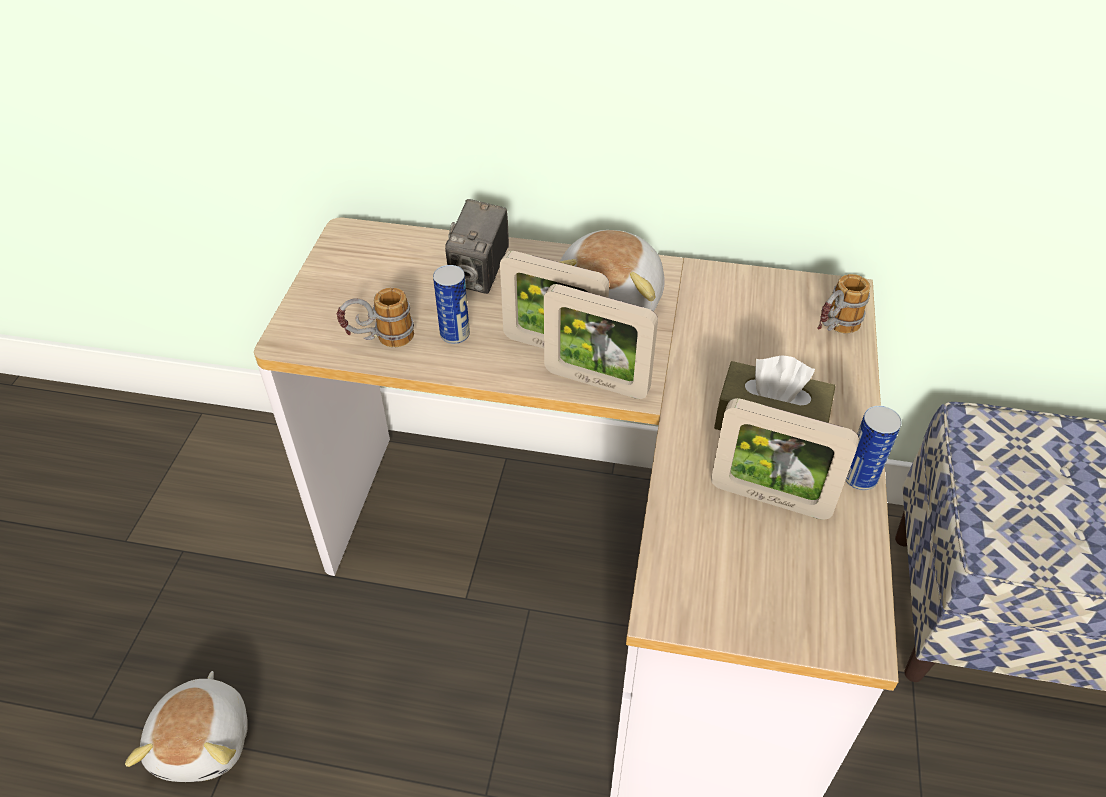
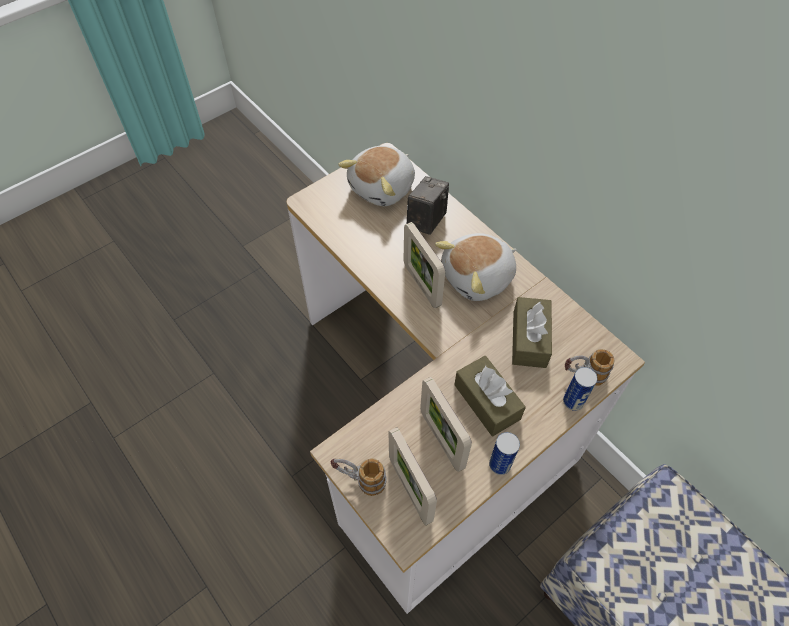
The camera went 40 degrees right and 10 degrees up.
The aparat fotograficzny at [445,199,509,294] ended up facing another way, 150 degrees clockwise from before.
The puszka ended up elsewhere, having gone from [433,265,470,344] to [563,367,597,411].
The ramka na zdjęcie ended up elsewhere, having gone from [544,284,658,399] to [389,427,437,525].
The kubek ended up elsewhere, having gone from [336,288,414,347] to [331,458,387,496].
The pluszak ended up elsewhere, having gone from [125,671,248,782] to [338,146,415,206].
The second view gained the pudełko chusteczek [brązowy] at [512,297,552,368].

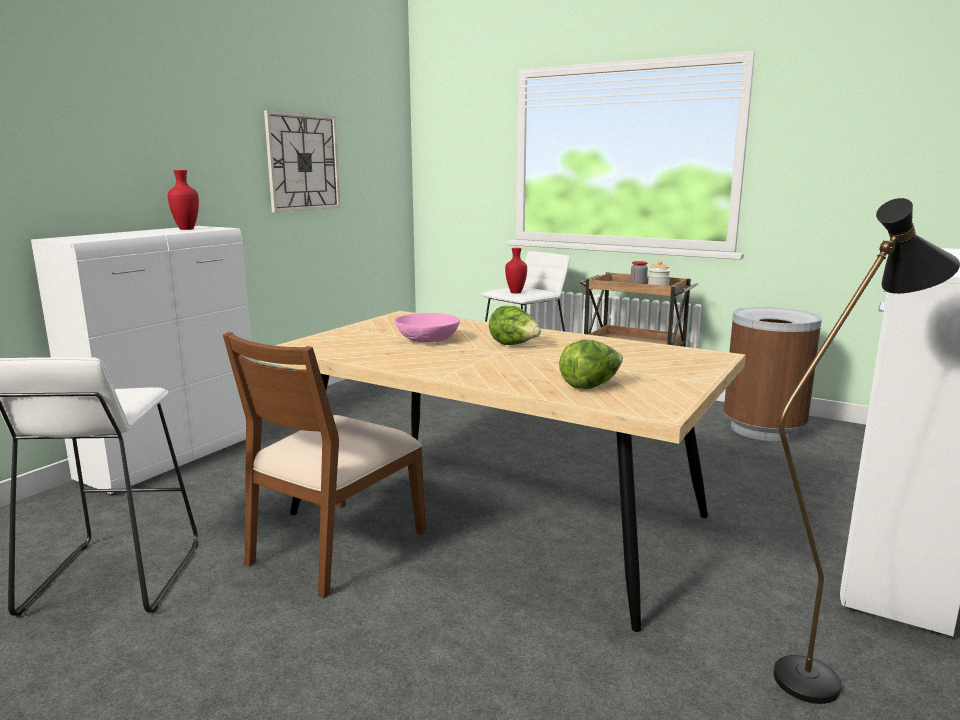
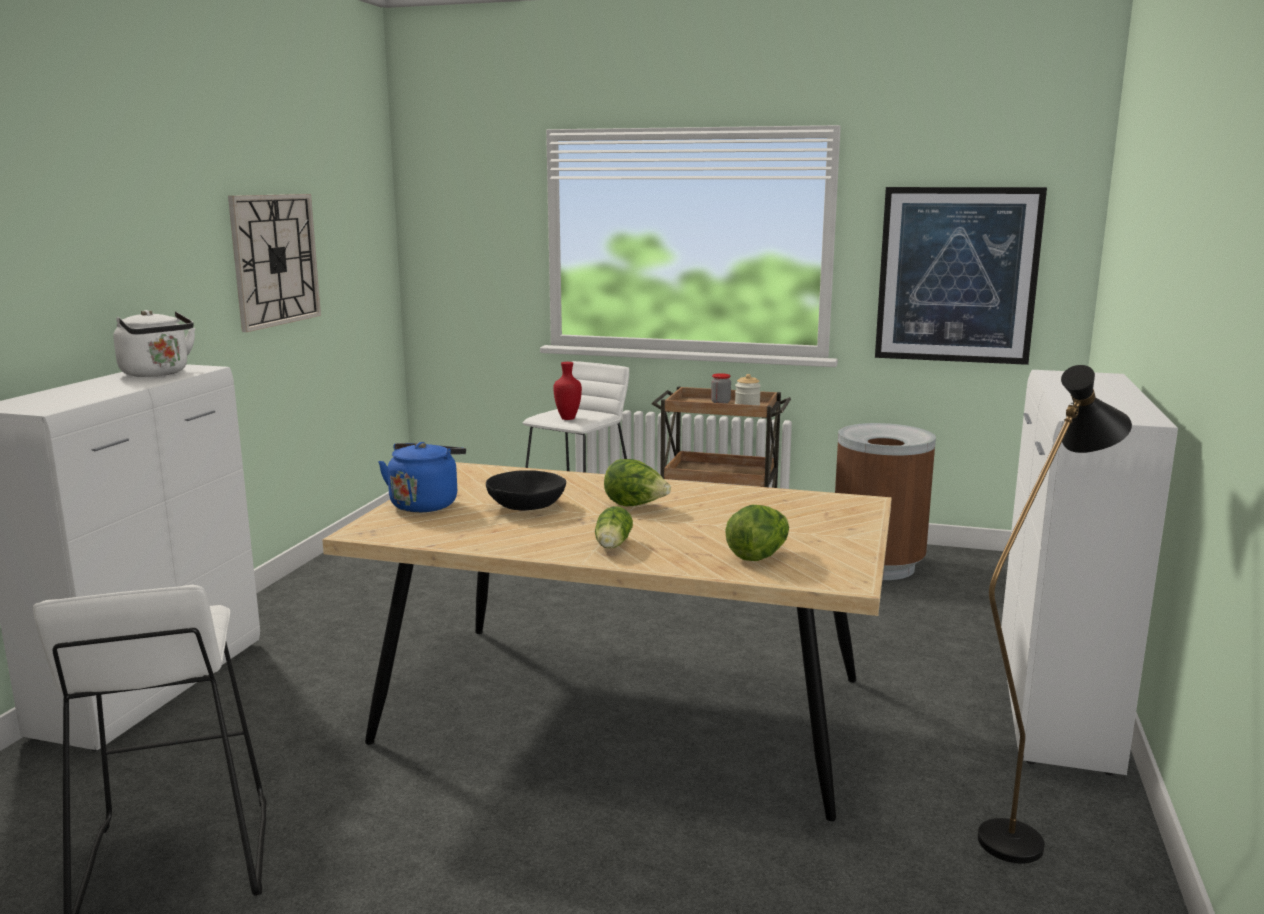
The camera went 15 degrees left and 0 degrees up.
Where the wazon [czerwony] stood at [168,170,199,230], the czajnik [biały] came to stand at [113,310,196,377].
What was the miska [różowy] at [395,313,460,342] turned into the miska [czarny] at [486,470,566,511].
The second view lost the krzesło [brązowy] at [223,332,426,598].
The second view gained the obraz at [875,187,1047,365].
The second view gained the czajnik [niebieski] at [378,442,466,512].
The second view gained the sałata at [595,506,633,549].

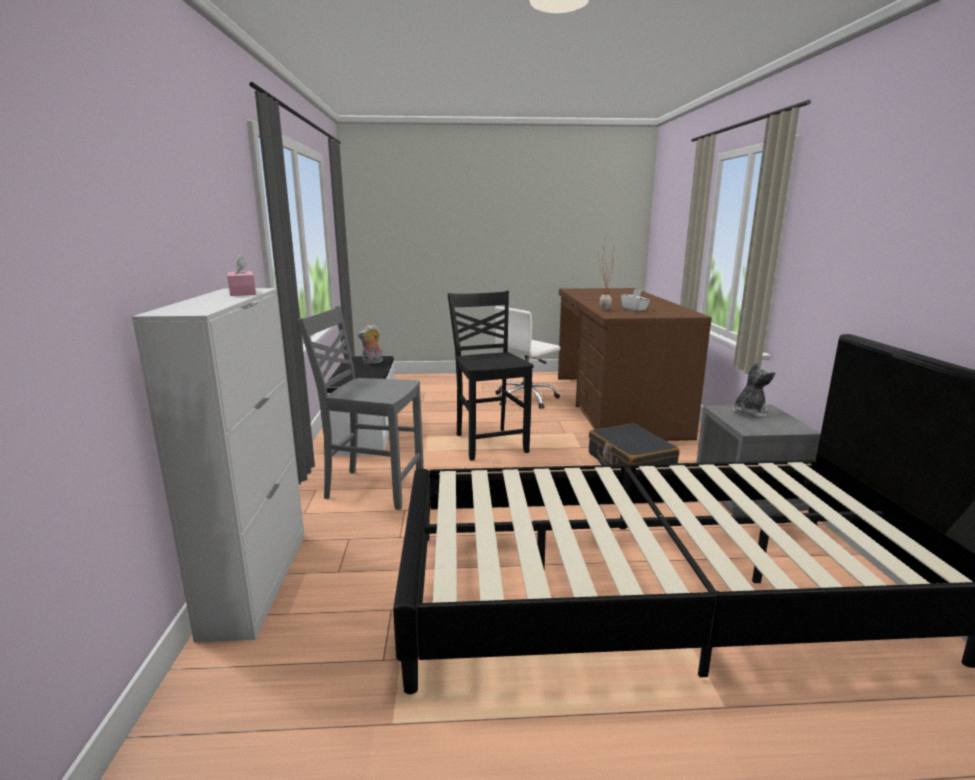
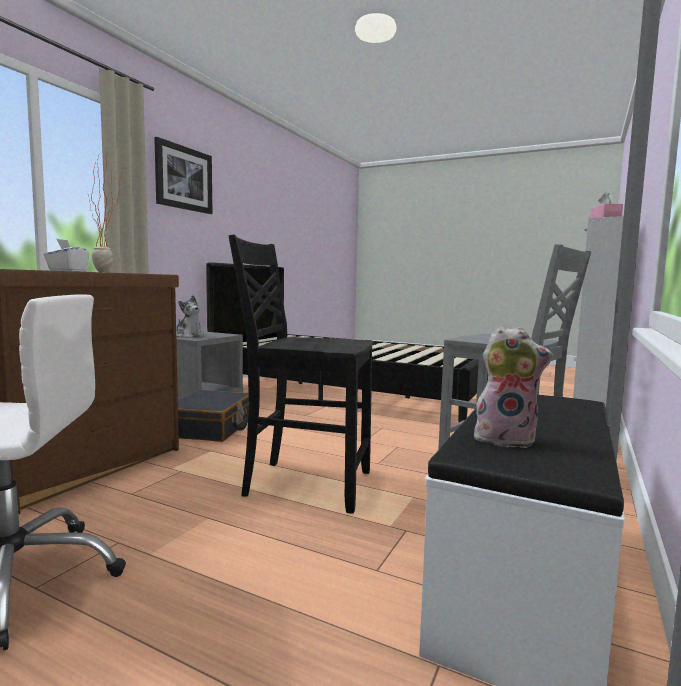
The camera went 150 degrees left and 10 degrees down.
The krzesło [czarny] at [448,291,533,461] ended up facing another way, 90 degrees clockwise from before.
The pluszak at [732,362,775,418] ended up facing another way, 120 degrees counterclockwise from before.
The second view gained the obraz at [154,137,212,214].

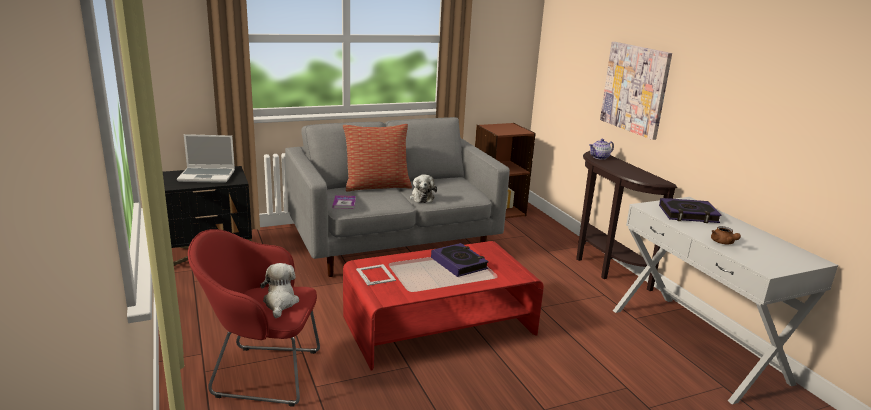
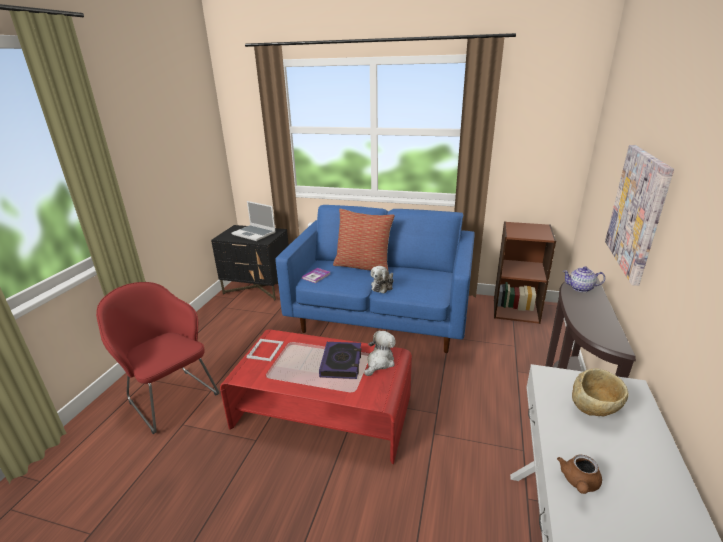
The camera went 40 degrees right and 5 degrees up.
What was the kanapa [szary] at [285,117,510,277] turned into the kanapa [niebieski] at [275,205,475,353].
Where the książka stood at [659,198,722,223], the miska [beżowy] came to stand at [572,368,629,417].
The pluszak ended up elsewhere, having gone from [260,263,299,318] to [364,331,396,376].

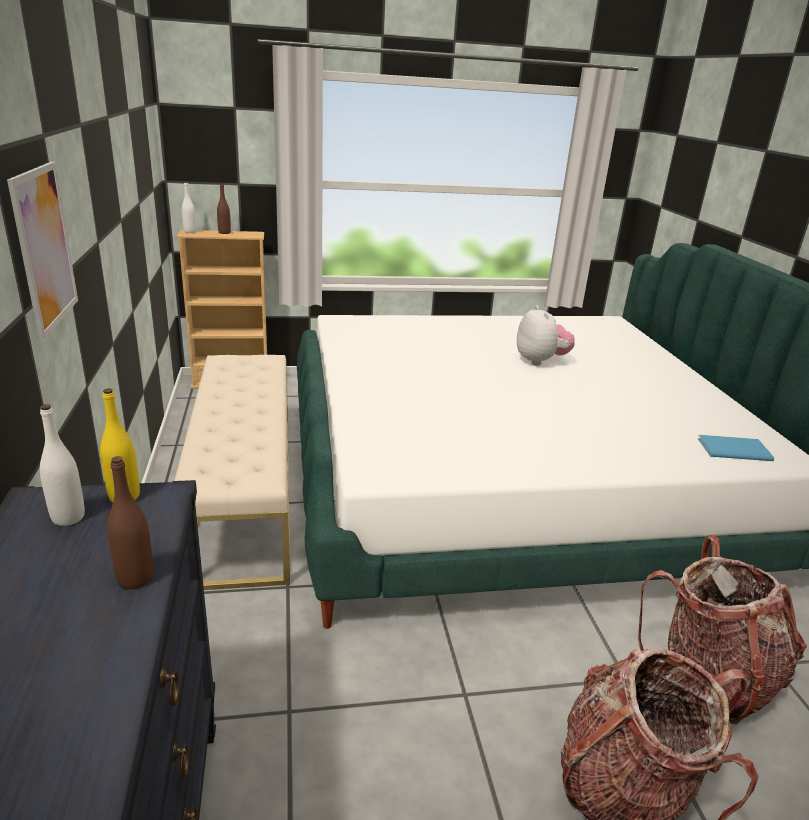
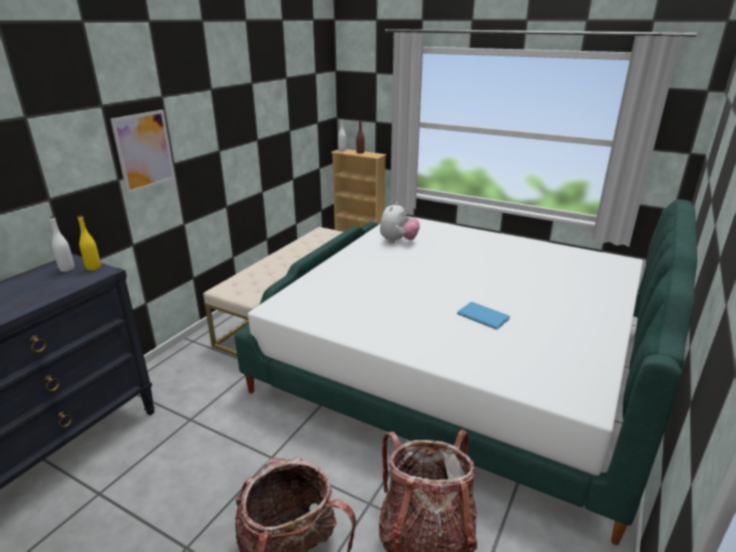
The camera went 40 degrees right and 0 degrees up.
The pluszak ended up elsewhere, having gone from [517,305,575,366] to [380,202,420,243].
The książka [niebieski] ended up elsewhere, having gone from [698,435,774,461] to [457,302,510,330].
The second view lost the butelka [brązowy] at [107,456,154,589].

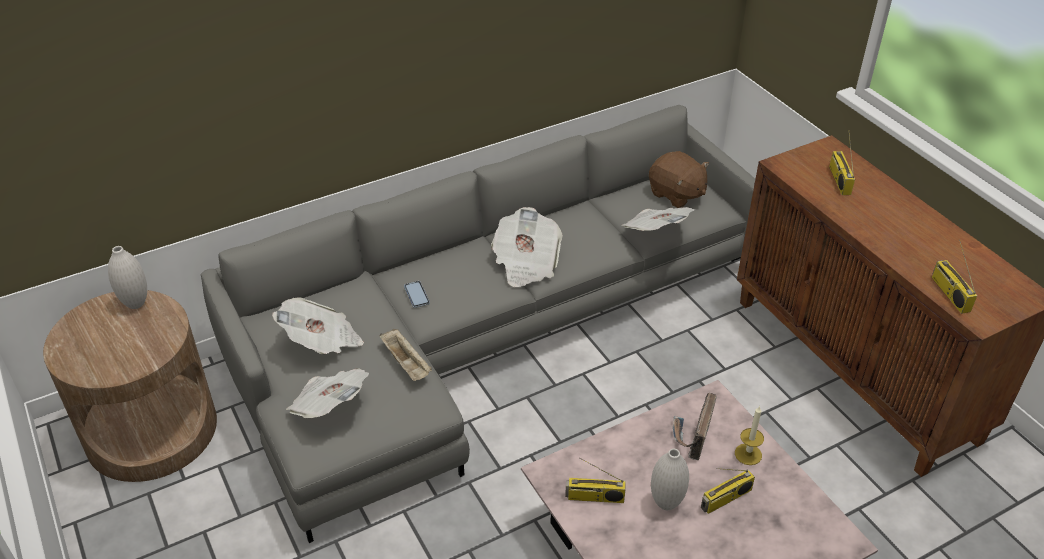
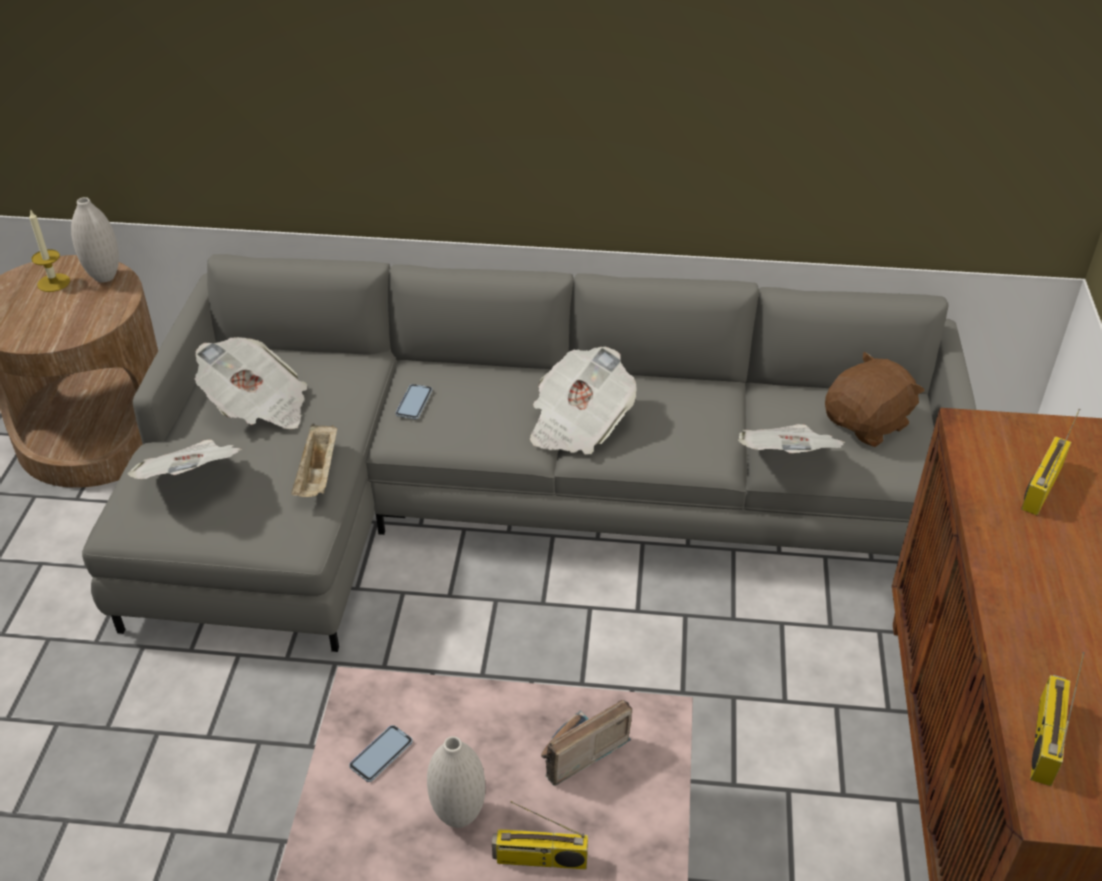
The camera went 35 degrees right and 0 degrees up.
The pluszak [brązowy] at [649,151,709,208] ended up facing another way, 120 degrees counterclockwise from before.
The świeca ended up elsewhere, having gone from [735,406,764,465] to [29,209,70,292].
Where the radio stood at [565,458,626,503], the telefon came to stand at [349,725,413,782].

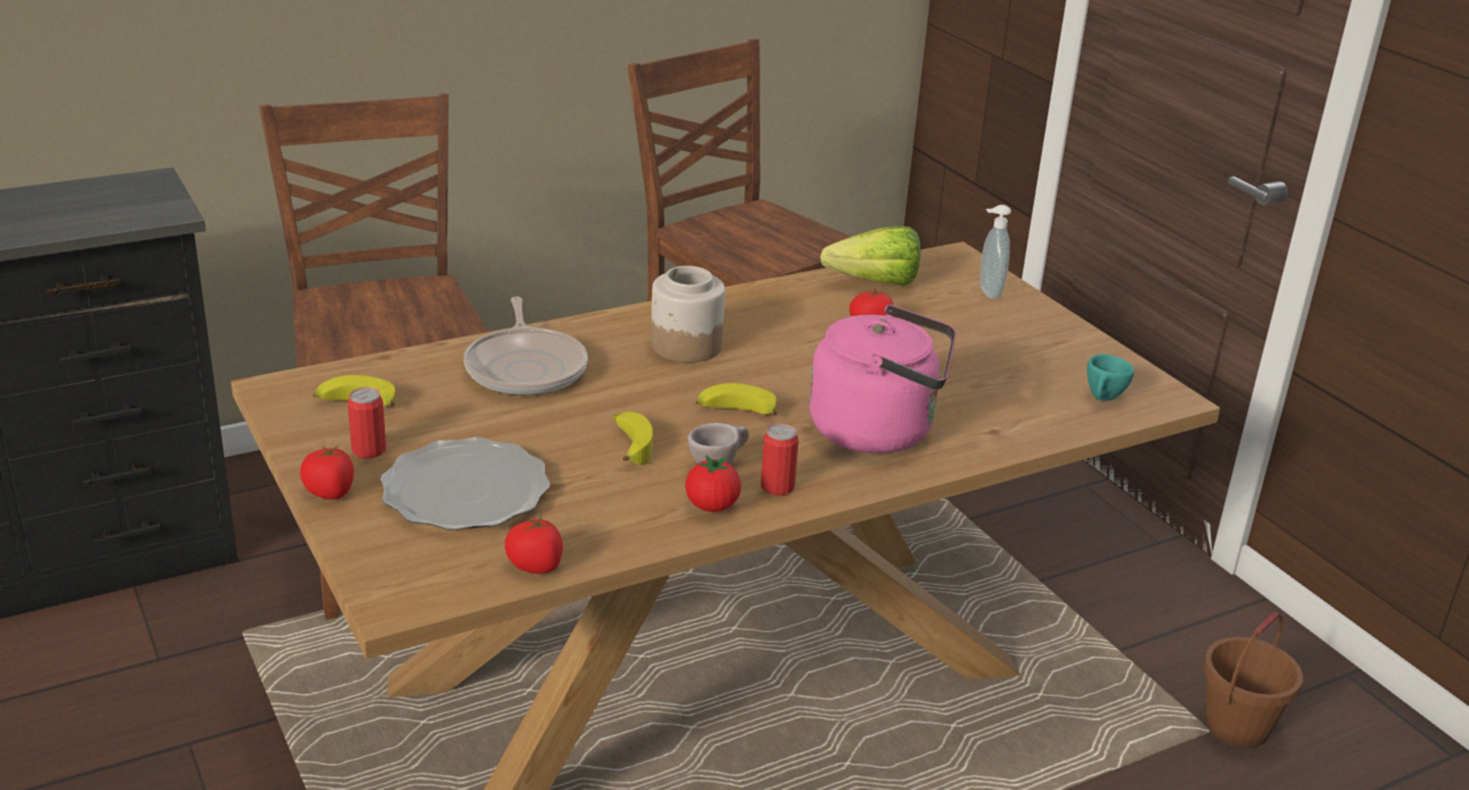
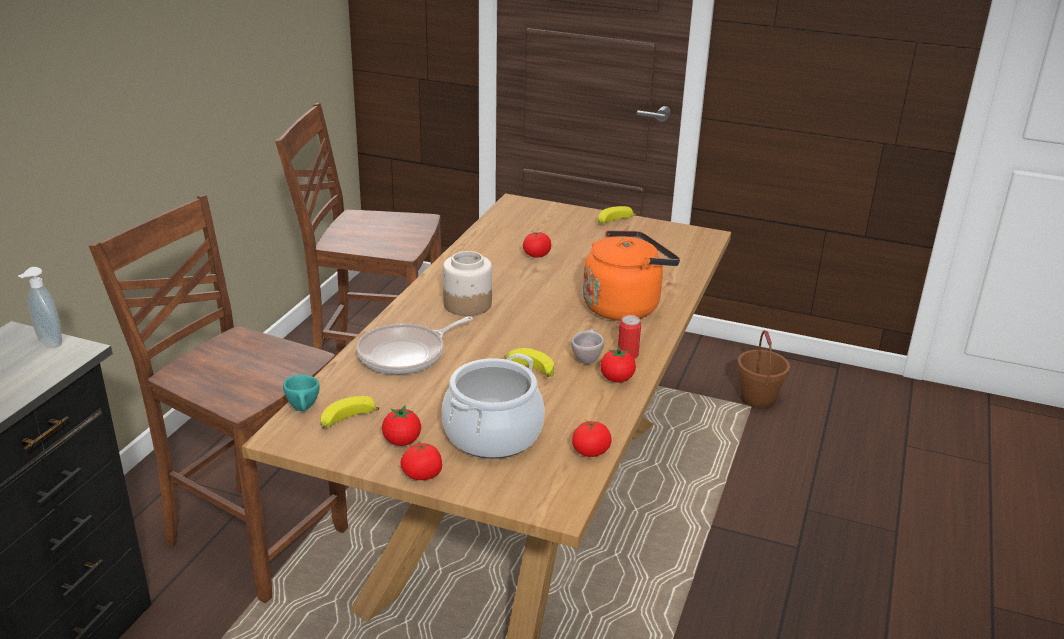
The camera went 40 degrees left and 0 degrees up.
The dozownik mydła ended up elsewhere, having gone from [980,205,1011,299] to [18,267,62,348].
The second view lost the sałata at [820,226,921,286].
The patelnia at [464,296,588,395] ended up facing another way, 105 degrees clockwise from before.
What was the czajnik [różowy] at [809,305,956,454] turned into the czajnik [pomarańczowy] at [583,230,680,321].
The filiżanka [turkusowy] ended up elsewhere, having gone from [1087,354,1134,401] to [283,375,320,411].
The banan ended up elsewhere, having gone from [695,383,777,415] to [598,206,636,224].
Where the puszka stood at [348,387,386,458], the pomidor came to stand at [382,405,421,446].
Where the talerz stood at [380,437,550,530], the garnek came to stand at [442,353,545,459].

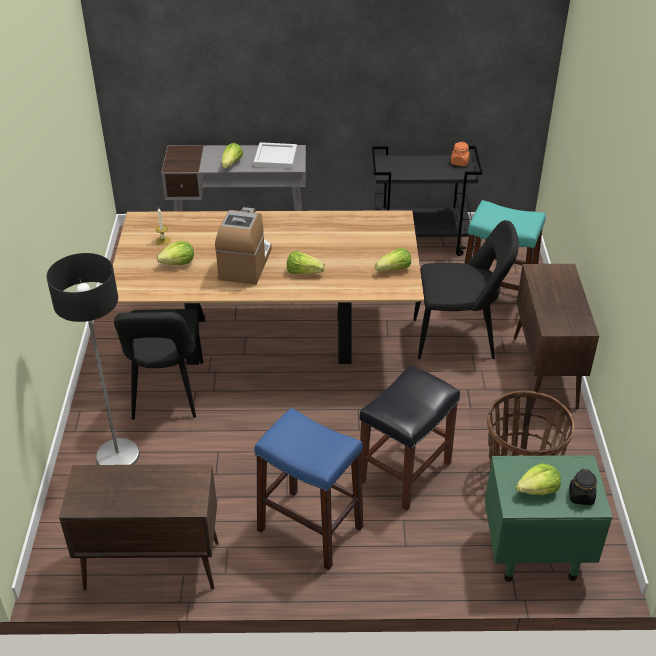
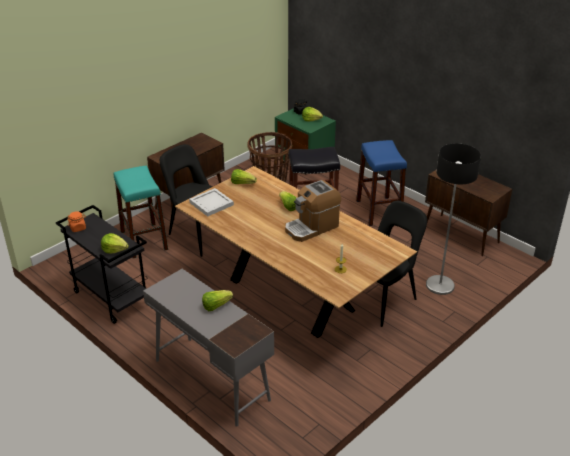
The camera went 135 degrees left and 5 degrees down.
The taca [biały] ended up elsewhere, having gone from [254,142,297,169] to [189,188,234,216].
The sałata ended up elsewhere, having gone from [157,241,194,265] to [101,233,129,254].

